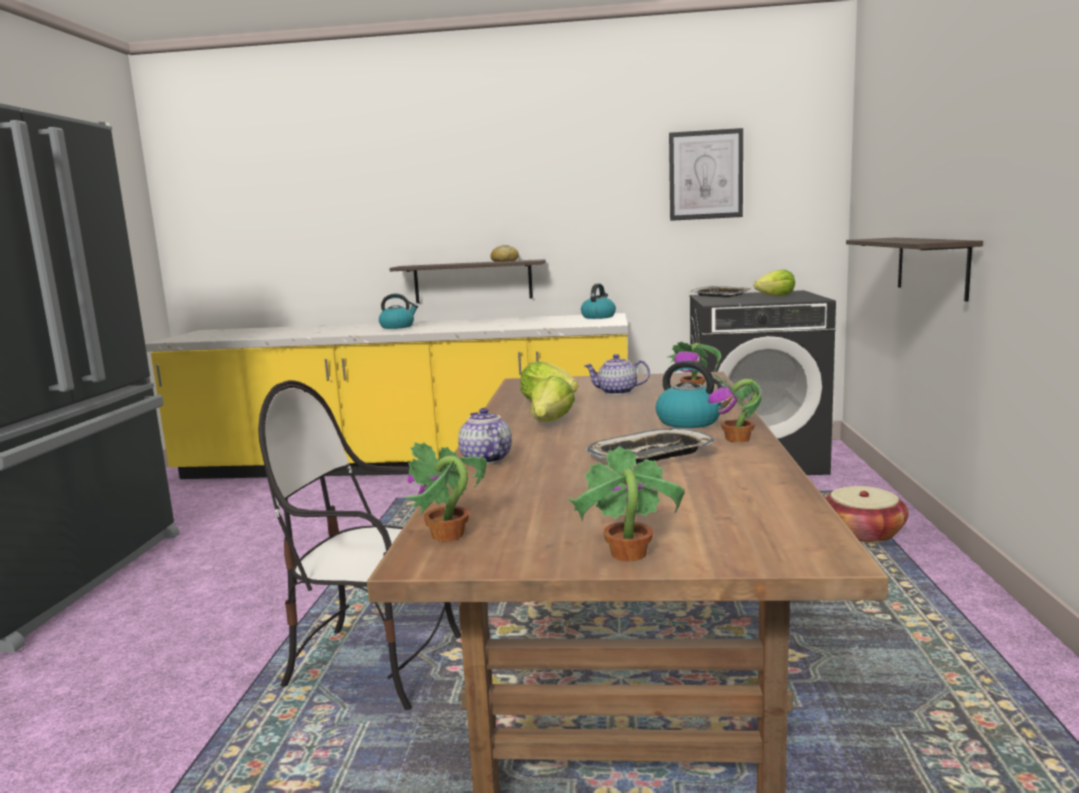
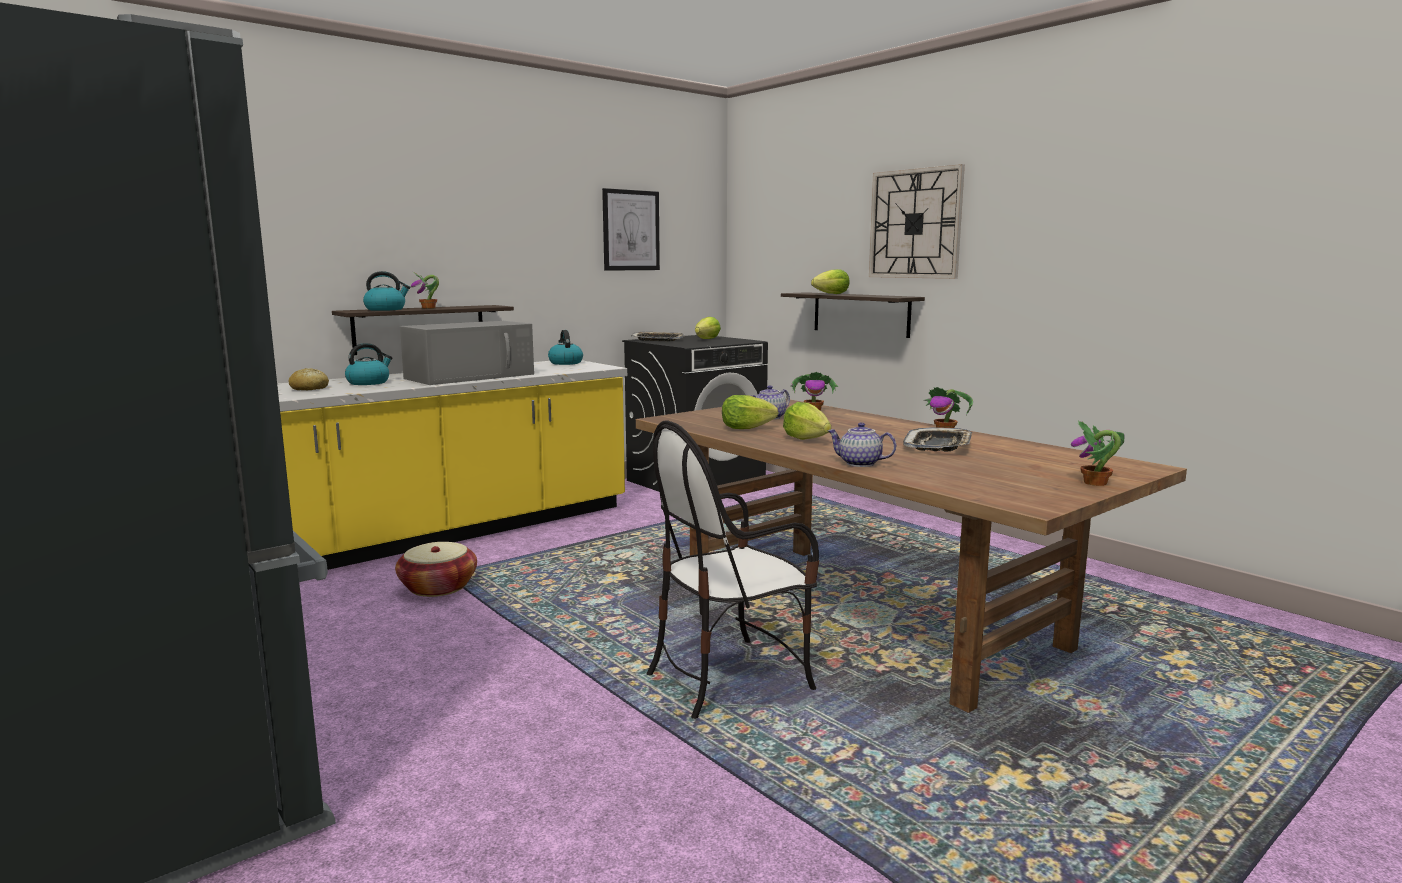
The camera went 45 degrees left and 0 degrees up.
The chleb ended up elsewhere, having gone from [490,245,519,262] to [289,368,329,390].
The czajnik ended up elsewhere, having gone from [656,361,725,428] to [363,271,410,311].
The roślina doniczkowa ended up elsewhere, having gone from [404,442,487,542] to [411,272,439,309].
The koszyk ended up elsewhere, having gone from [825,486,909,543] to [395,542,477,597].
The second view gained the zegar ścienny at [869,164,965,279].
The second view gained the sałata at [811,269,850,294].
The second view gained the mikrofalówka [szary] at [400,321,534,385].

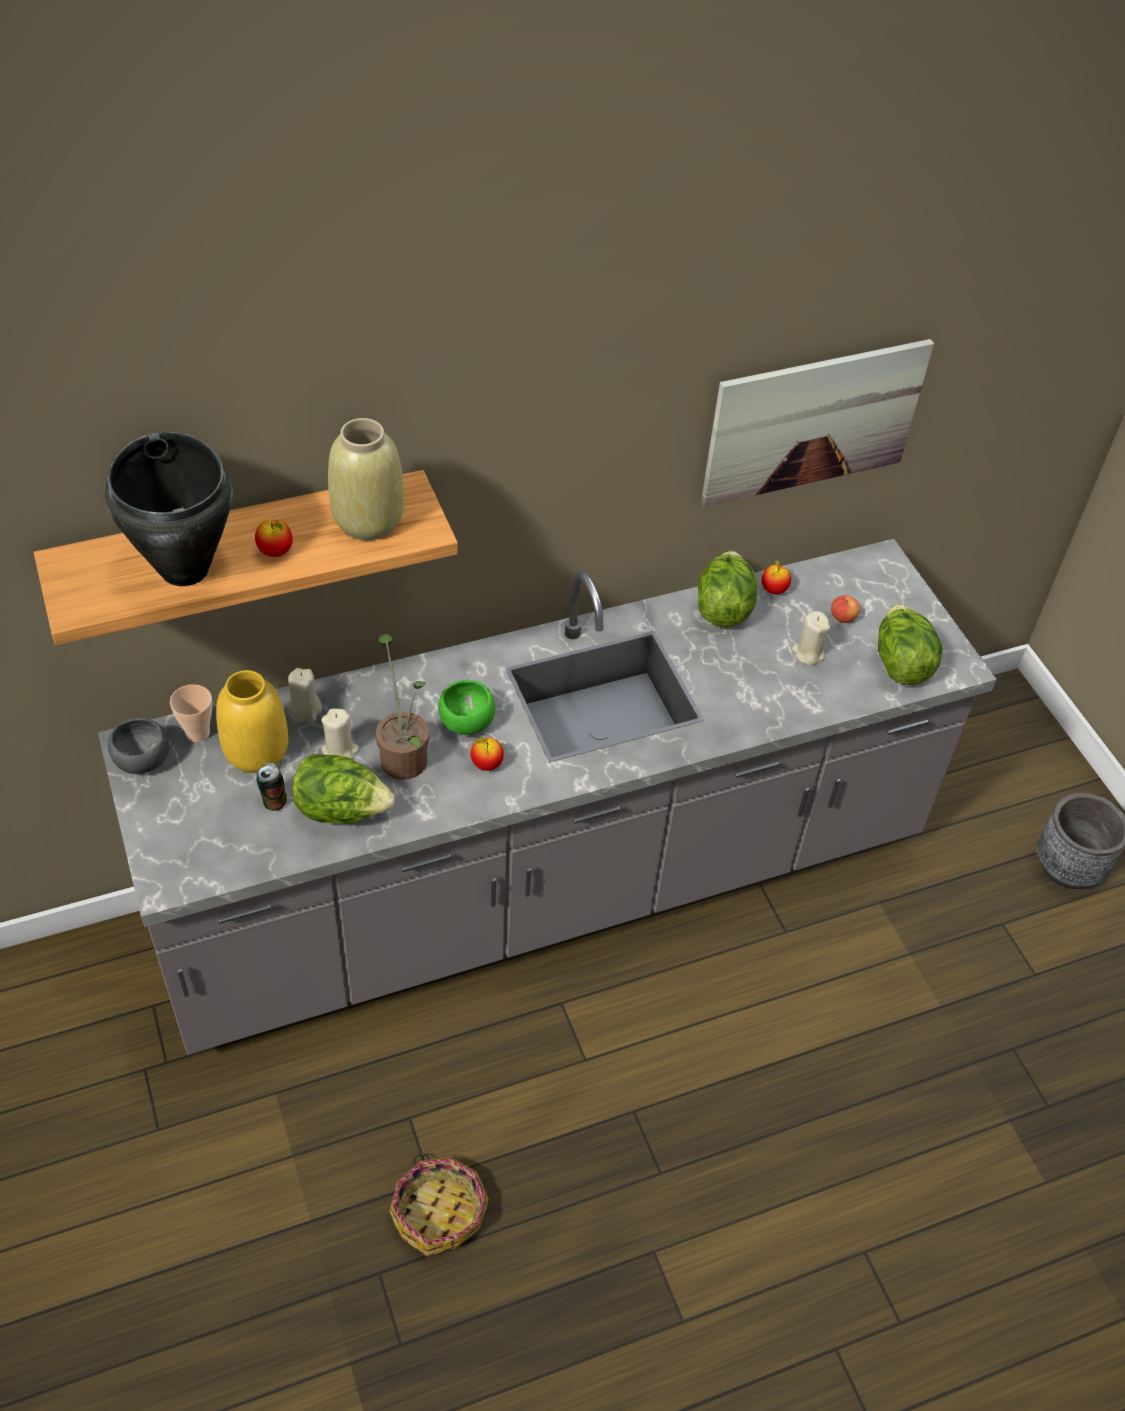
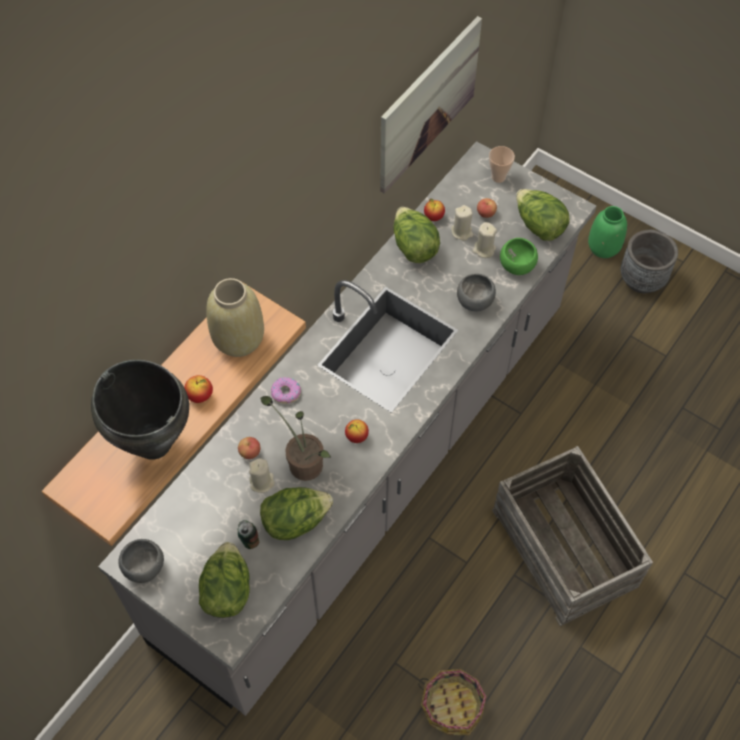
The camera went 30 degrees left and 10 degrees up.
The świeca [beżowy] ended up elsewhere, having gone from [288,668,322,722] to [451,205,473,241].
The second view lost the wazon [żółty] at [216,670,288,773].
The miska [zielony] ended up elsewhere, having gone from [438,680,495,735] to [500,238,538,275].
The filiżanka ended up elsewhere, having gone from [170,684,212,742] to [489,146,515,183].
The second view gained the wazon [zielony] at [588,206,627,258].
The second view gained the miska [szary] at [457,273,496,312].
The second view gained the donut at [271,377,301,404].
The second view gained the jabłko at [238,437,260,459].
The second view gained the skrzynka at [492,446,653,626].
The second view gained the sałata at [199,542,250,618].

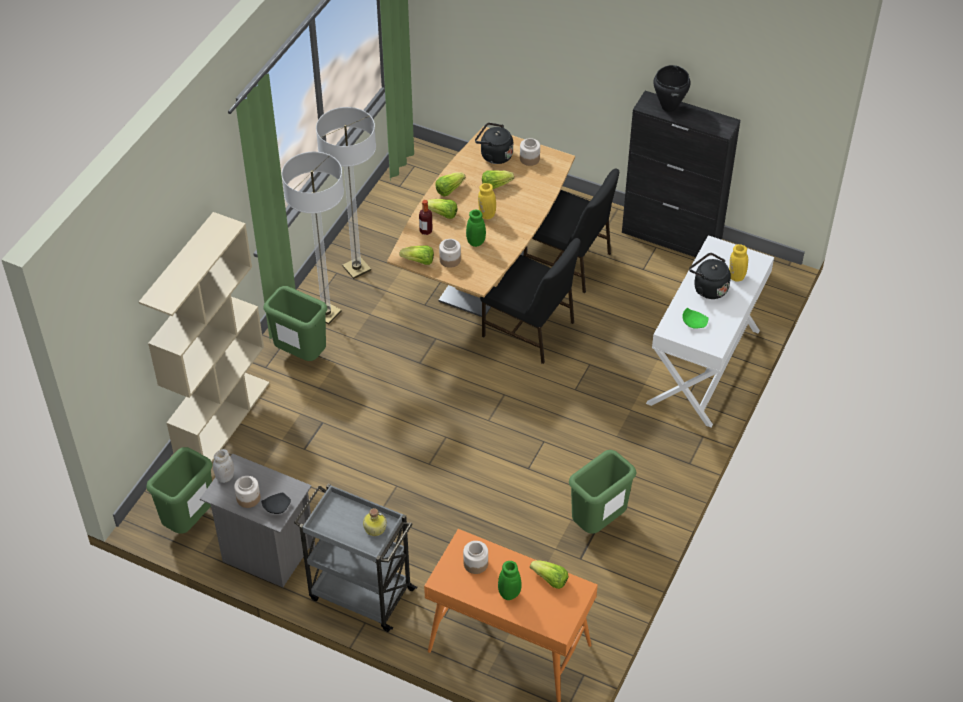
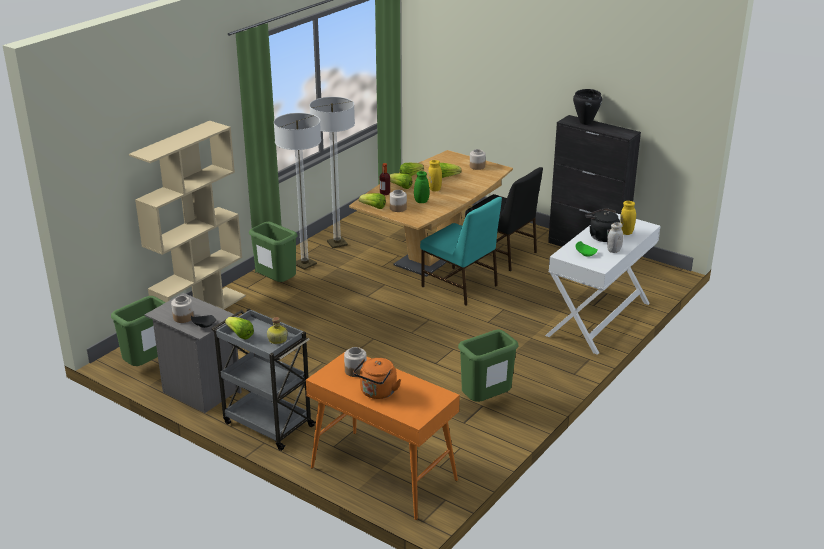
The camera went 10 degrees right and 20 degrees down.
The second view lost the czajnik [czarny] at [475,123,513,164].
What was the krzesło [czarny] at [480,238,581,364] turned into the krzesło [turkusowy] at [420,197,502,306].
The słoik [biały] ended up elsewhere, having gone from [213,449,234,483] to [607,222,623,253].
The sałata ended up elsewhere, having gone from [530,560,568,589] to [225,317,254,340].
Where the wazon [zielony] stood at [498,561,522,600], the czajnik [pomarańczowy] came to stand at [353,358,401,399].

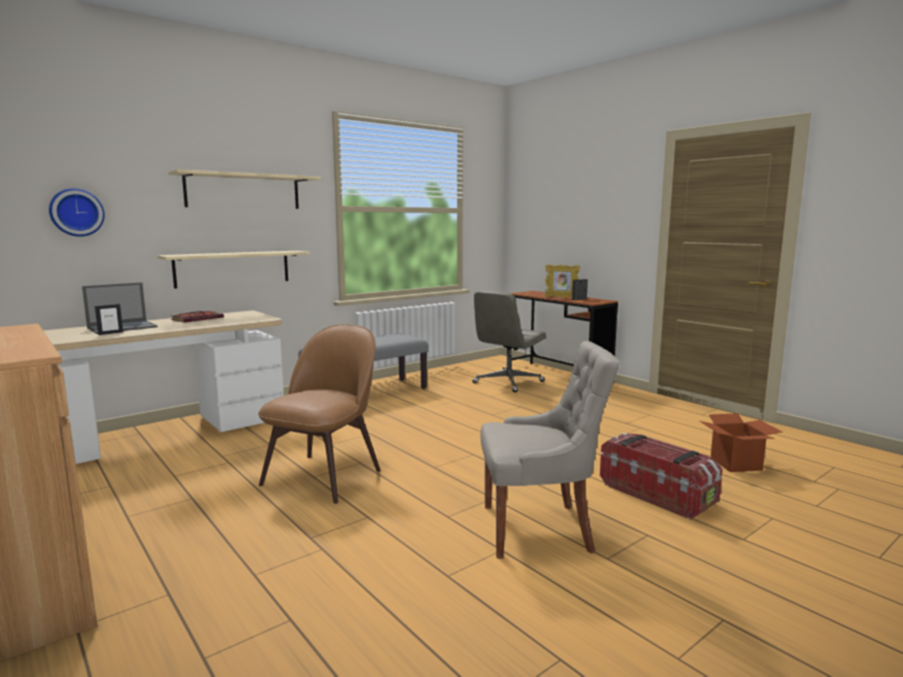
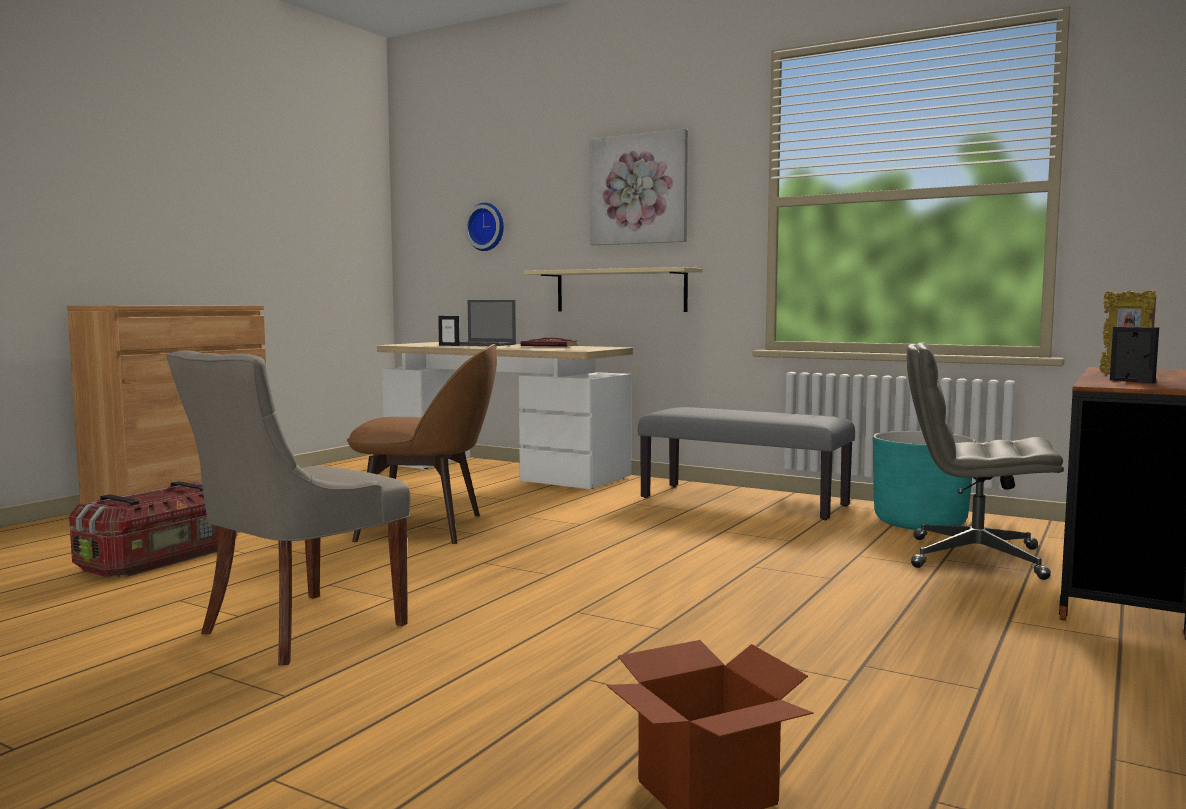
The camera went 70 degrees right and 5 degrees down.
Where the półka [beżowy] hung at [168,169,321,209], the obraz came to hang at [590,129,688,245].
The krzesło [szary] at [480,341,620,559] ended up facing another way, 60 degrees clockwise from before.
The pojemnik do przechowywania ended up elsewhere, having gone from [600,433,723,520] to [69,481,237,578].
The second view gained the donica [turkusowy] at [873,431,976,531].

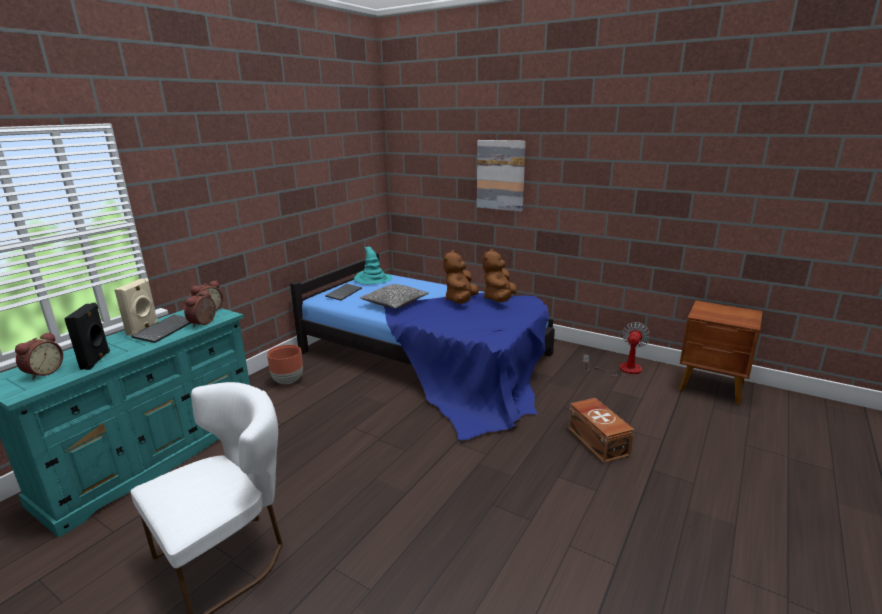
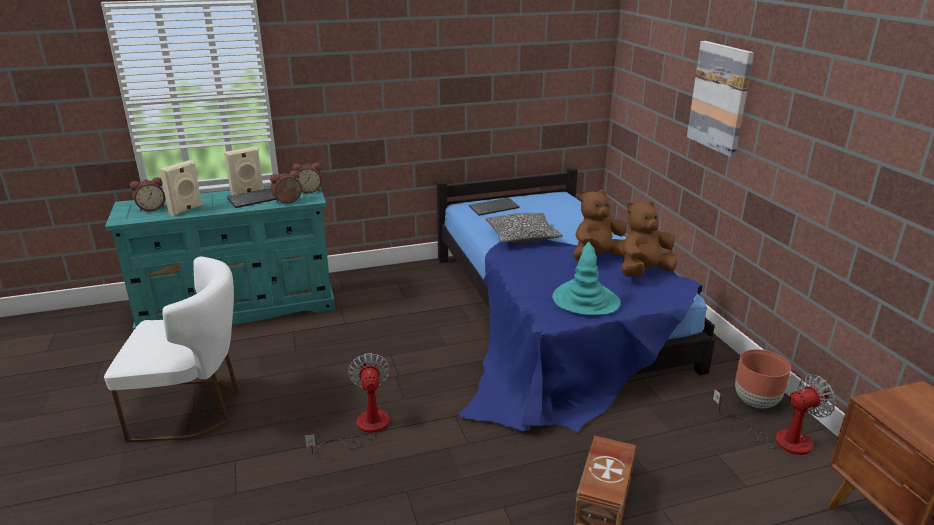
The camera went 40 degrees right and 5 degrees up.
The kapelusz [turkusowy] ended up elsewhere, having gone from [354,246,392,284] to [552,242,621,315].
What was the głośnik [czarny] at [64,303,110,370] turned into the głośnik [beżowy] at [160,160,203,216].
The donica [brązowy] ended up elsewhere, having gone from [267,345,303,384] to [735,349,791,408].
The second view gained the wentylator at [305,353,390,455].

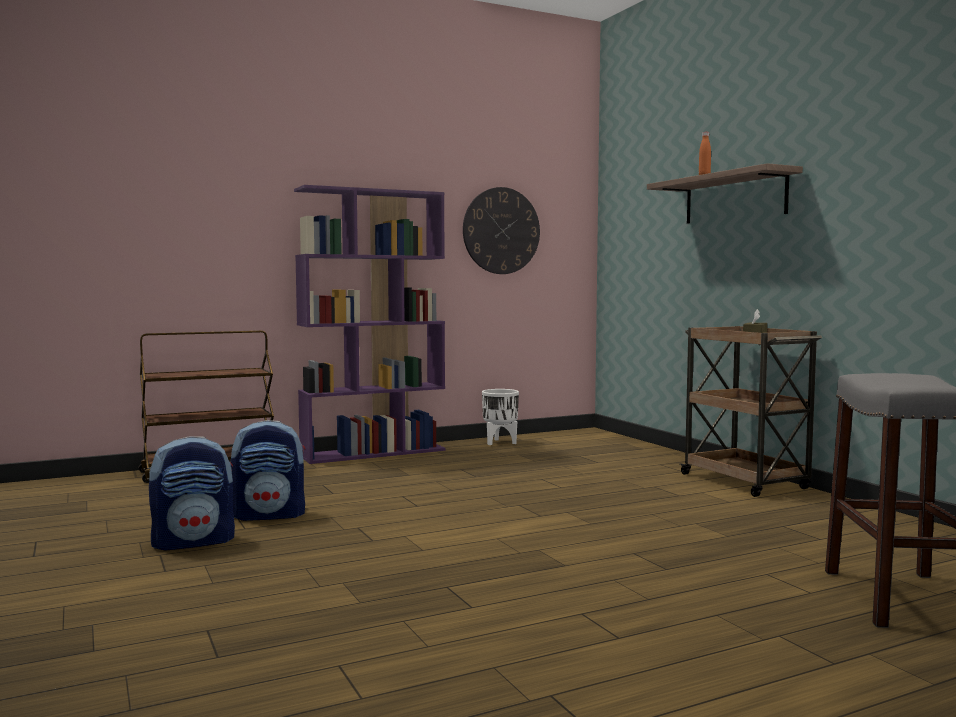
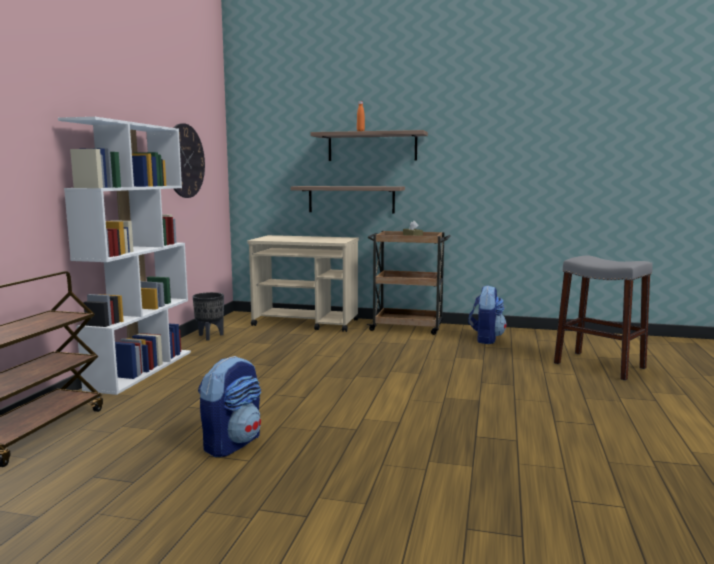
The camera went 50 degrees left and 5 degrees up.
What was the regał [fioletowy] at [294,185,445,464] turned into the regał [biały] at [58,117,191,395].
What was the donica [biały] at [482,389,519,445] turned into the donica [czarny] at [193,292,224,341].
The plecak ended up elsewhere, having gone from [149,436,235,551] to [468,285,507,344].
The second view gained the półka at [291,186,405,214].
The second view gained the wózek [beżowy] at [248,235,359,332].

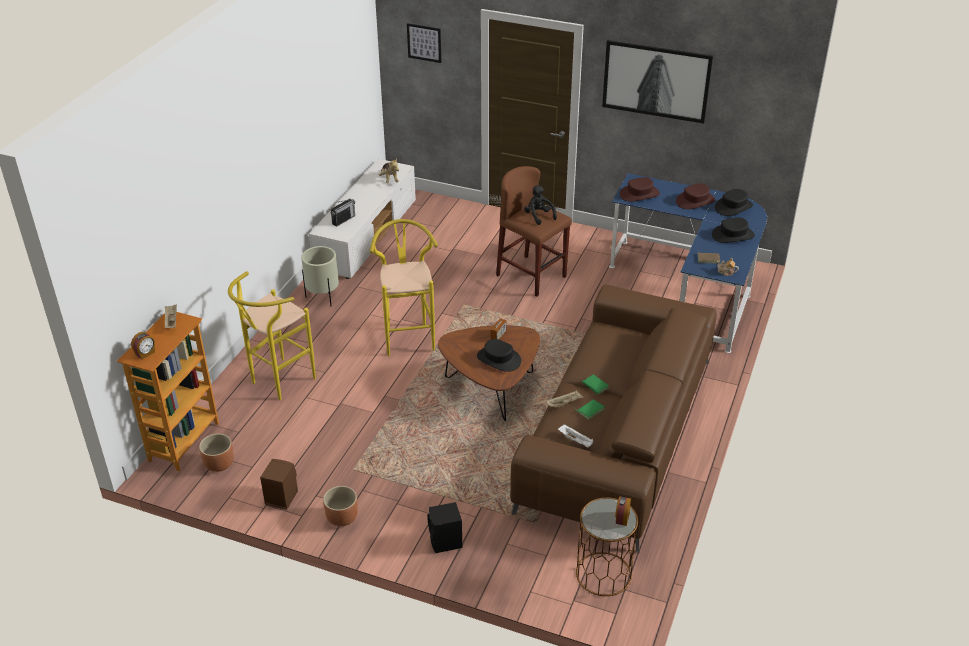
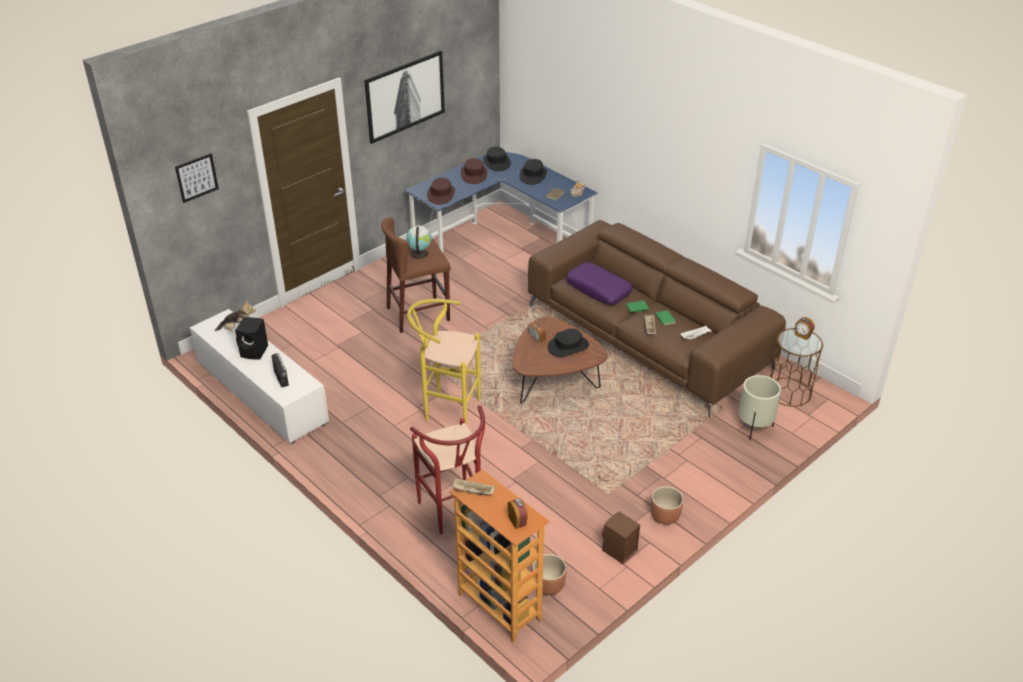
The camera went 65 degrees left and 0 degrees up.
Where the pluszak [czarny] stood at [524,185,557,225], the globus came to stand at [406,225,431,259].
The donica [beżowy] ended up elsewhere, having gone from [301,246,339,306] to [738,375,781,440].
What was the stołek [żółty] at [228,271,316,400] turned into the stołek [czerwony] at [410,405,485,534].
The głośnik [czarny] ended up elsewhere, having gone from [427,502,462,553] to [235,317,268,360].
The second view gained the poduszka [fioletowy] at [566,262,633,305].

